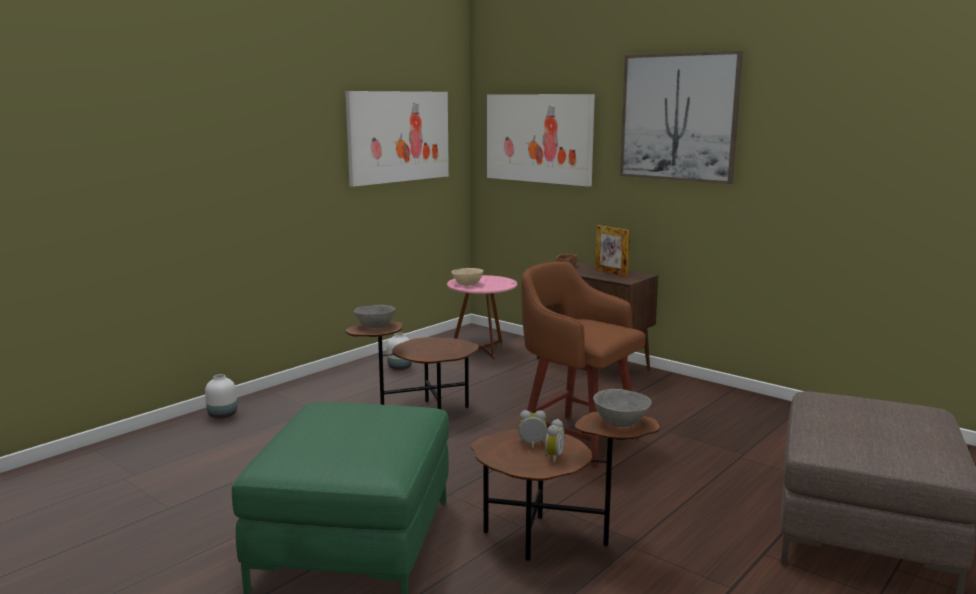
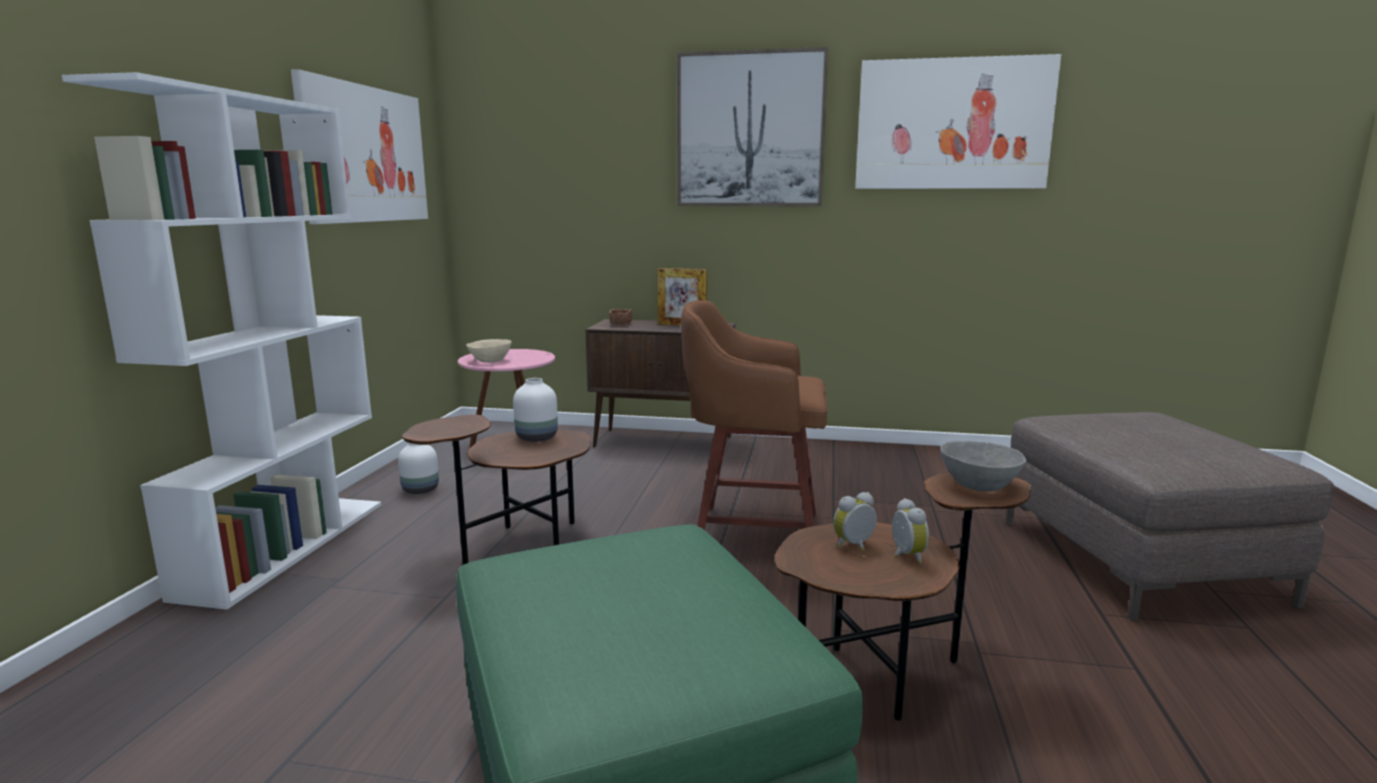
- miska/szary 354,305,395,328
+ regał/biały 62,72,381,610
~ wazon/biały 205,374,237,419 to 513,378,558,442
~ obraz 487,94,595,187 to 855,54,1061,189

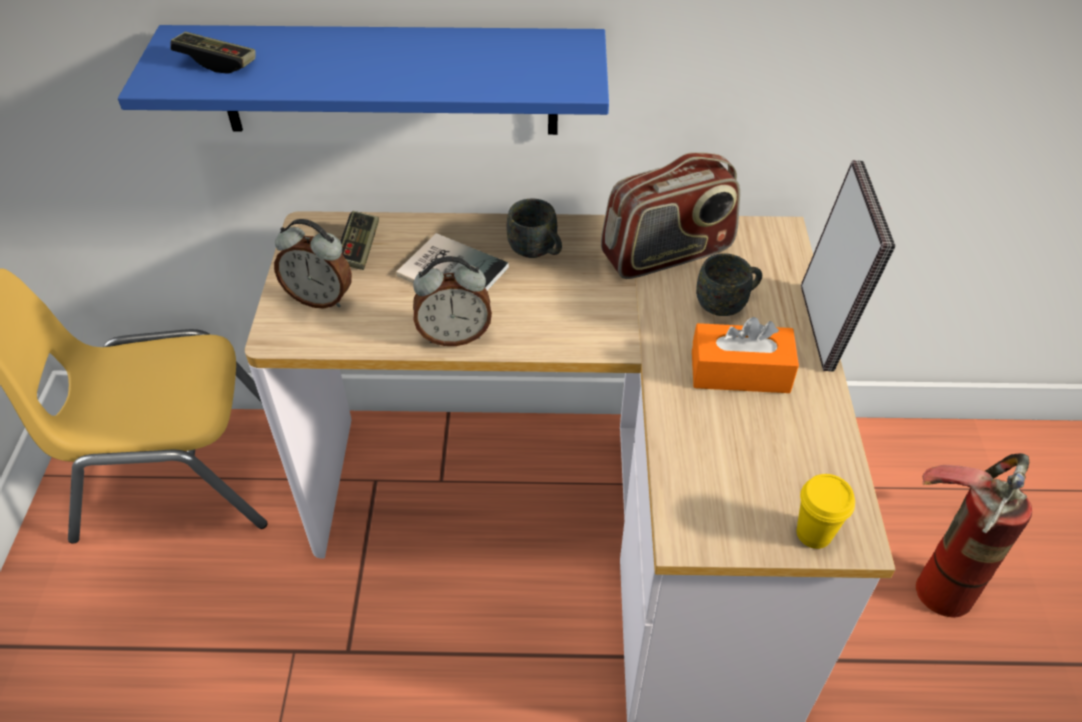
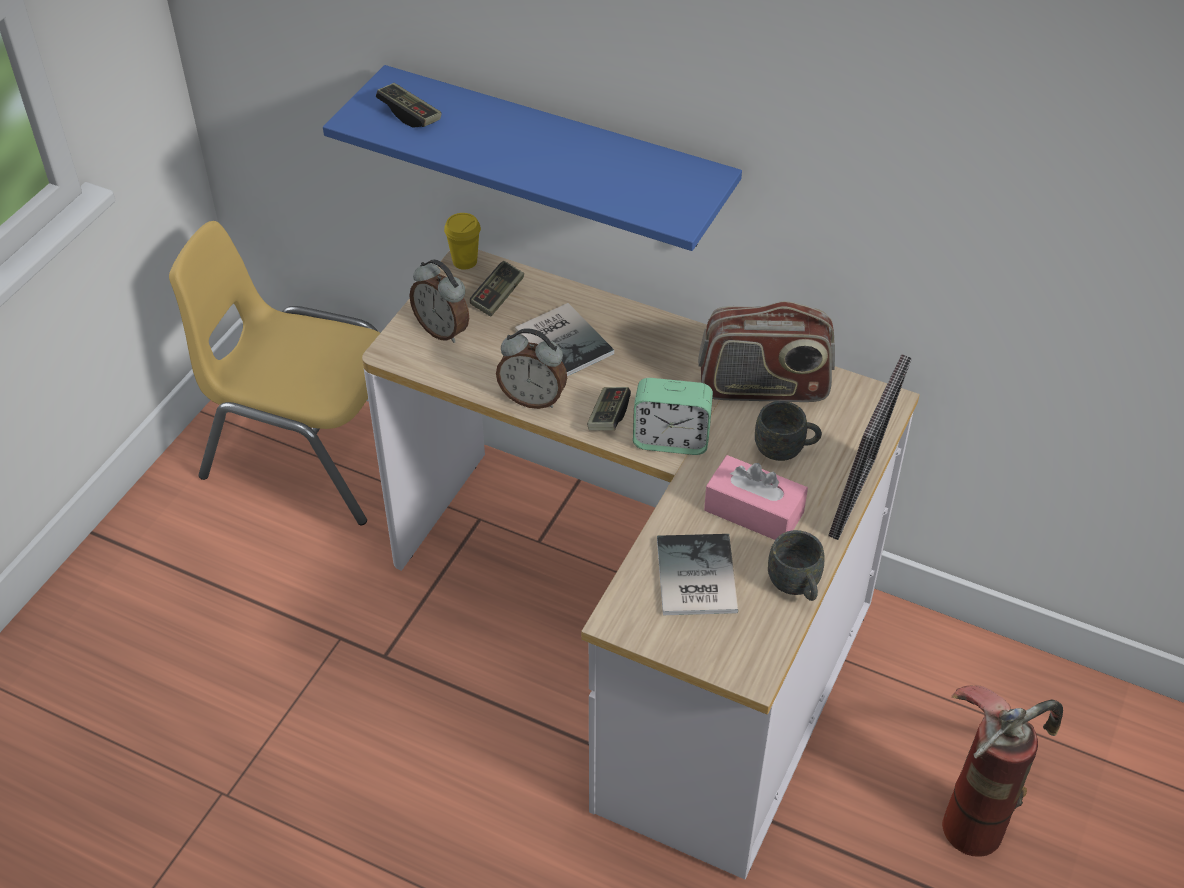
+ pad do gier 587,387,631,430
+ budzik 633,378,713,455
+ książka 657,534,738,615
~ kubek/szary 506,198,562,258 to 768,530,825,601
~ filiżanka/żółty 797,474,855,549 to 444,213,481,270
~ pudełko chusteczek/pomarańczowy 692,317,799,393 to pudełko chusteczek/różowy 704,455,808,540

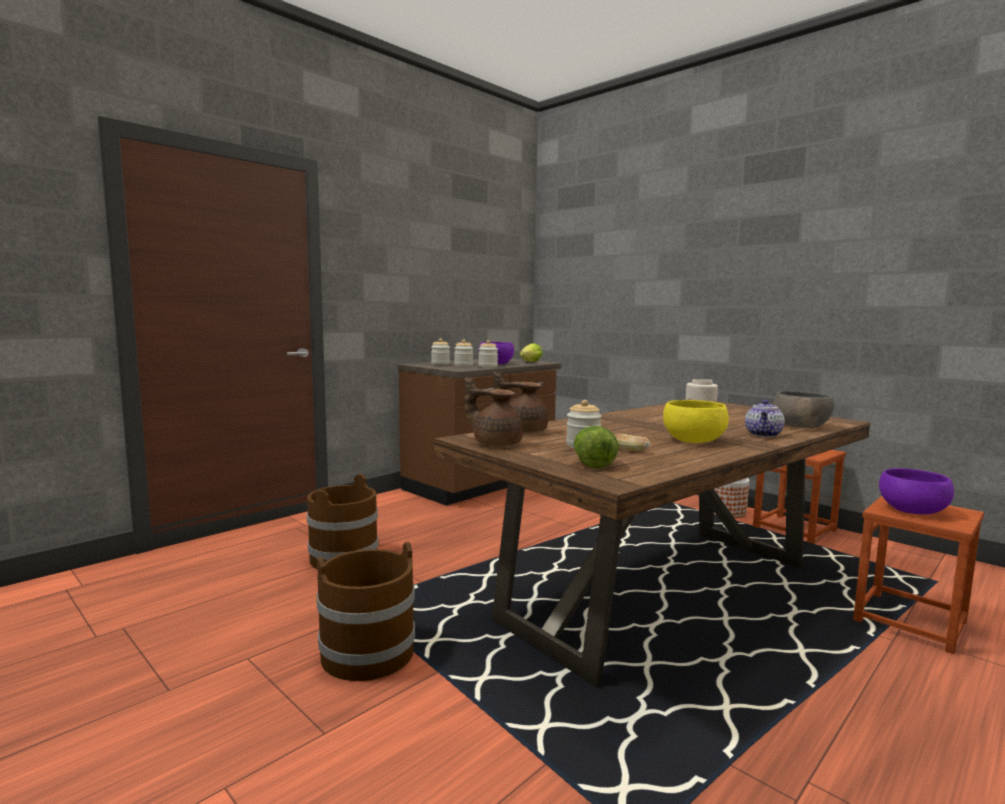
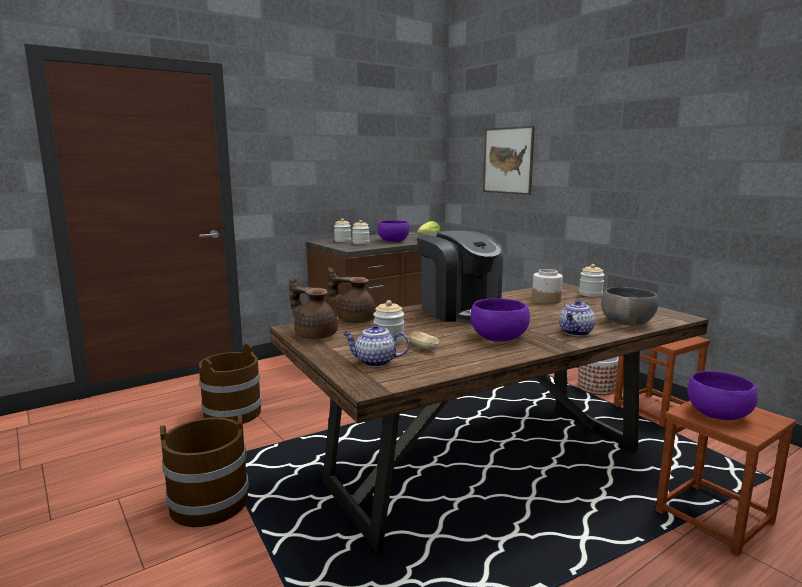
+ ekspres do kawy 417,230,503,323
+ obraz 483,126,535,195
~ słoik 479,340,498,367 to 579,264,605,297
~ sałata 574,426,618,468 to imbryk 343,324,409,367
~ miska/żółty 663,400,729,443 to miska/fioletowy 470,298,530,342

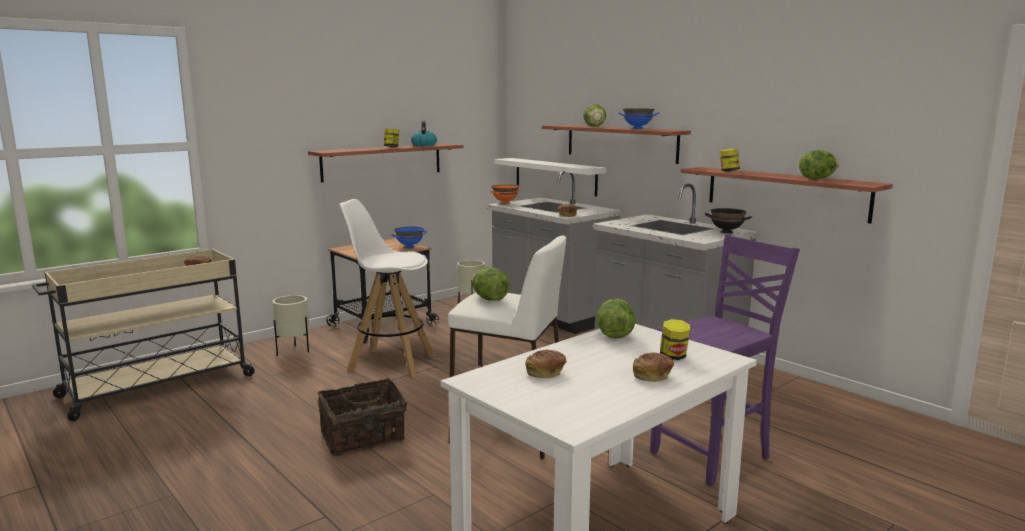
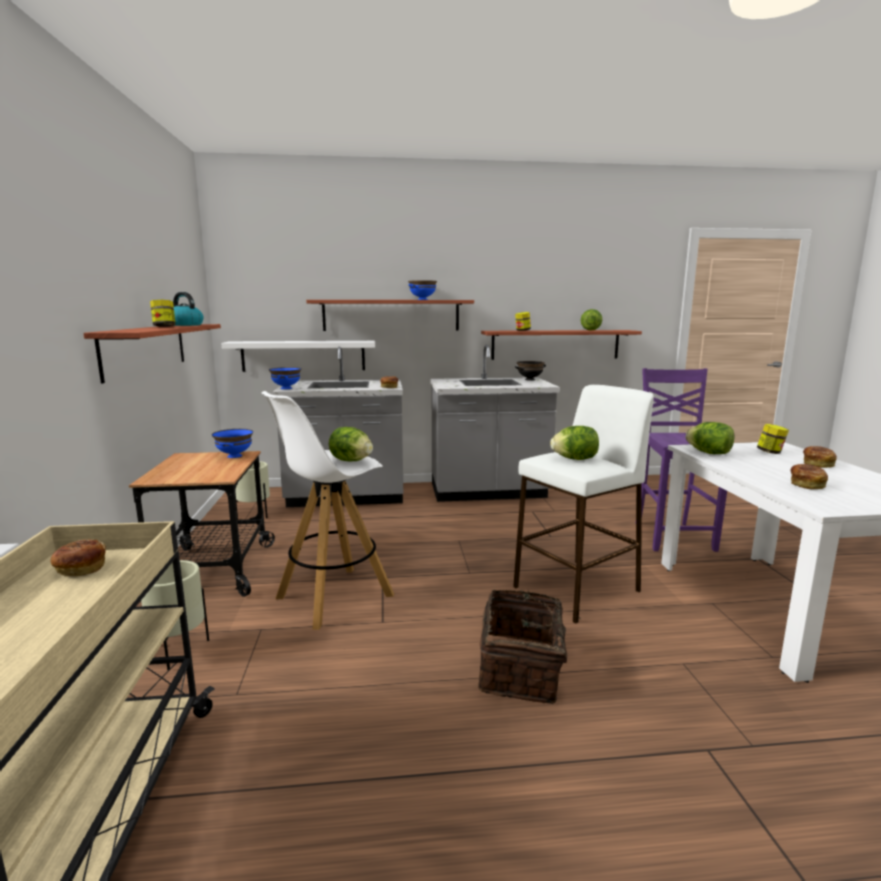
~ sałata 583,104,606,127 to 329,427,373,461
~ miska/pomarańczowy 490,185,520,204 to miska/niebieski 269,367,301,389

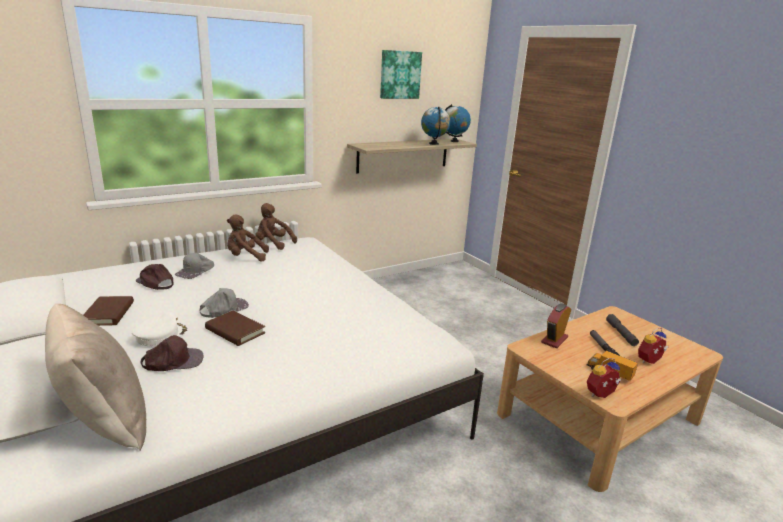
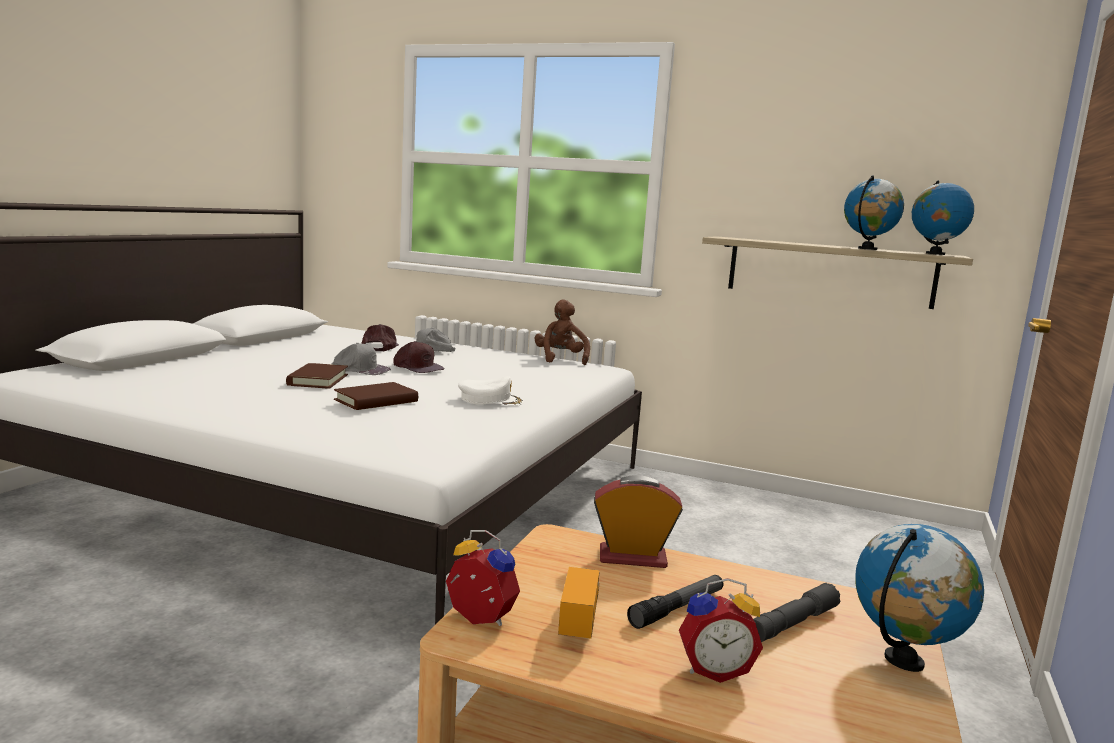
- poduszka/beżowy 45,304,146,450
- pluszak/brązowy 227,215,269,261
- obraz 380,50,422,99
+ globus 855,524,984,672
~ książka/brązowy 83,296,134,326 to 334,382,418,410
~ czapka z daszkiem/biały 131,312,189,346 to 458,376,524,406
~ czapka z daszkiem/brązowy 140,335,203,371 to 393,341,445,373
~ budzik 638,328,669,364 = 679,578,763,683 150 degrees clockwise

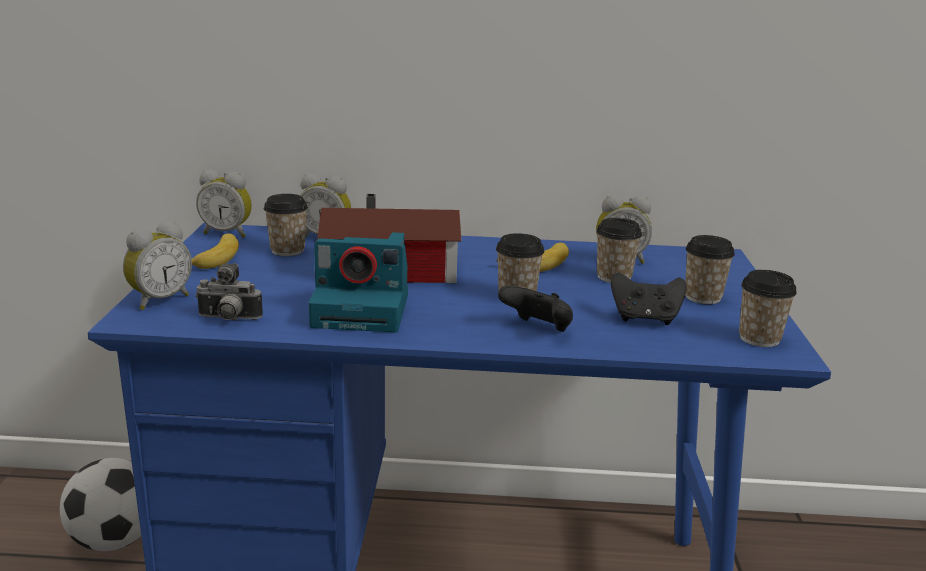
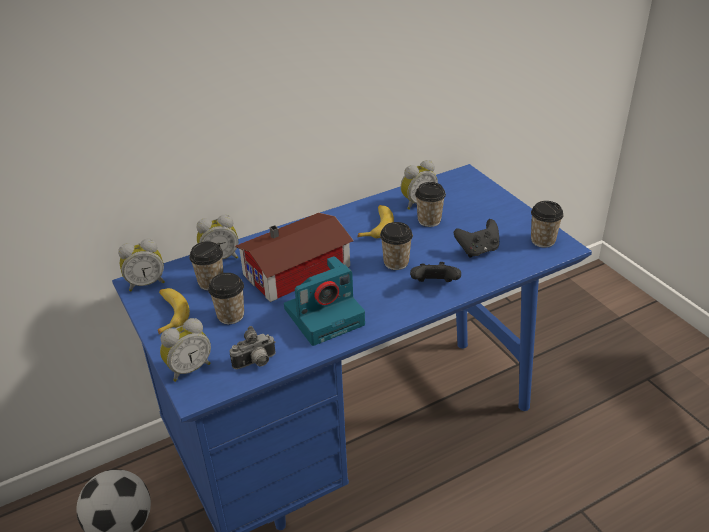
~ filiżanka 685,235,735,304 to 208,273,244,324
~ budzik 123,221,192,310 = 160,318,211,382 45 degrees clockwise

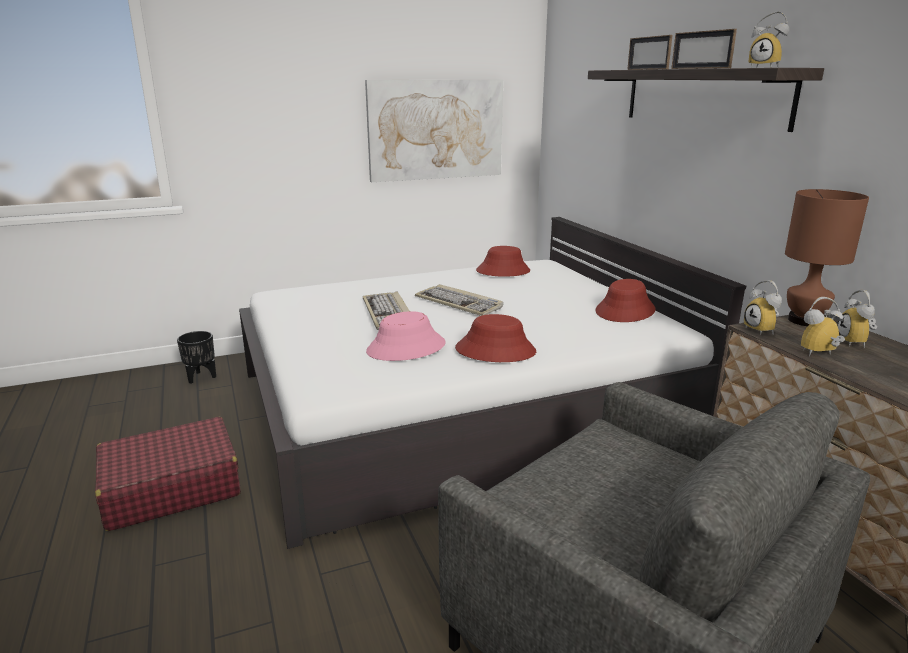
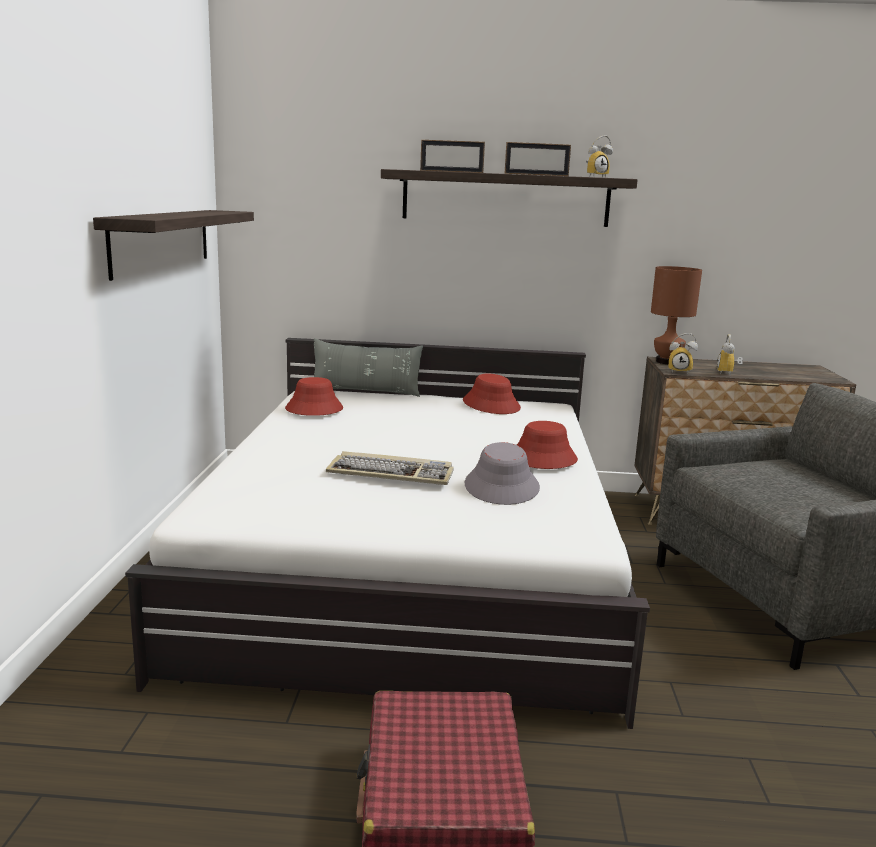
- donica/czarny 177,331,216,383
- klawiatura 415,284,503,316
- budzik 837,290,877,348
+ poduszka/szary 314,338,423,397
~ obraz 365,80,503,182 to półka 93,210,254,281
~ kapelusz/różowy 366,311,446,361 to kapelusz/szary 465,442,540,505

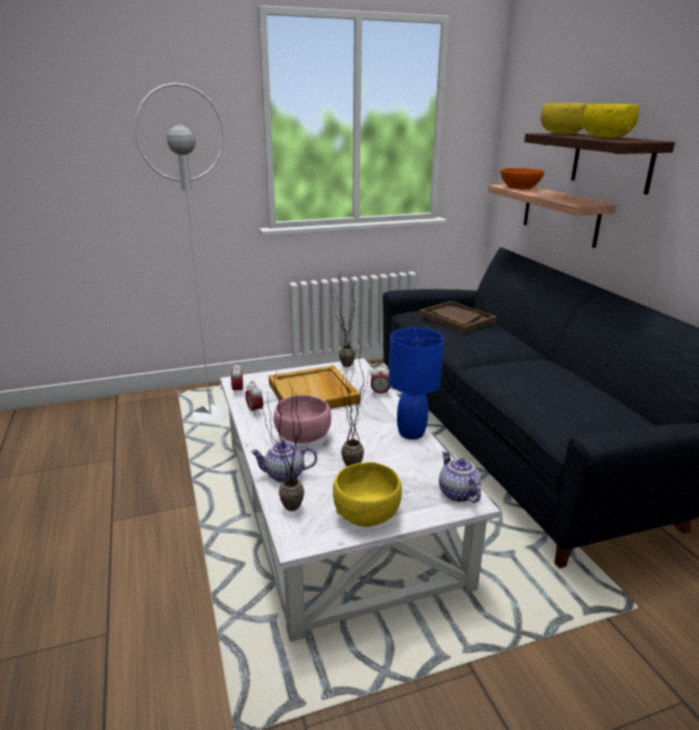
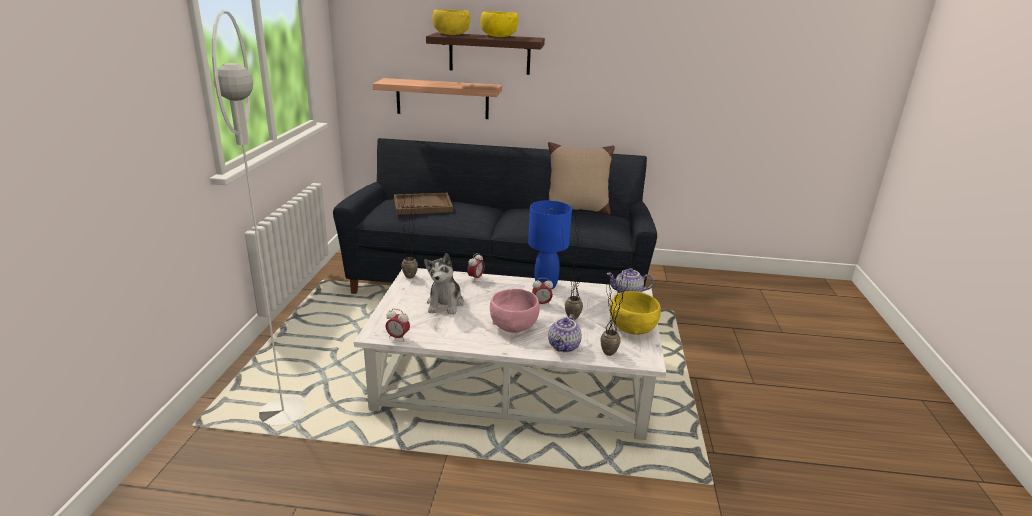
- miska/pomarańczowy 500,168,544,189
+ poduszka/beżowy 548,142,615,215
~ budzik 245,381,263,414 to 532,278,553,306
~ taca/beżowy 269,365,360,409 to pluszak 424,253,464,314

